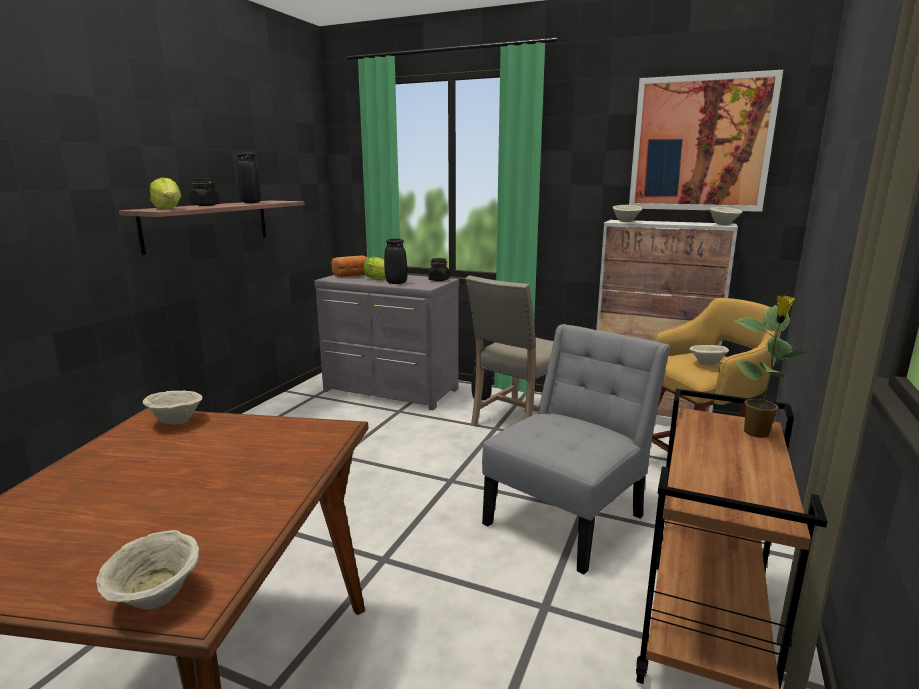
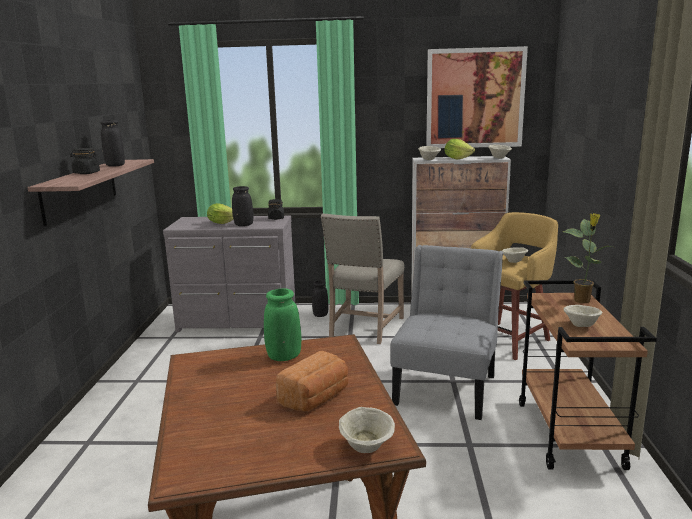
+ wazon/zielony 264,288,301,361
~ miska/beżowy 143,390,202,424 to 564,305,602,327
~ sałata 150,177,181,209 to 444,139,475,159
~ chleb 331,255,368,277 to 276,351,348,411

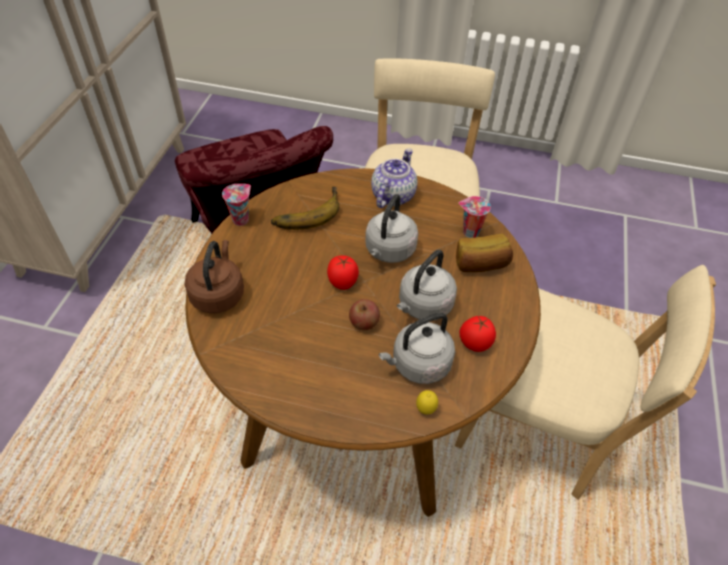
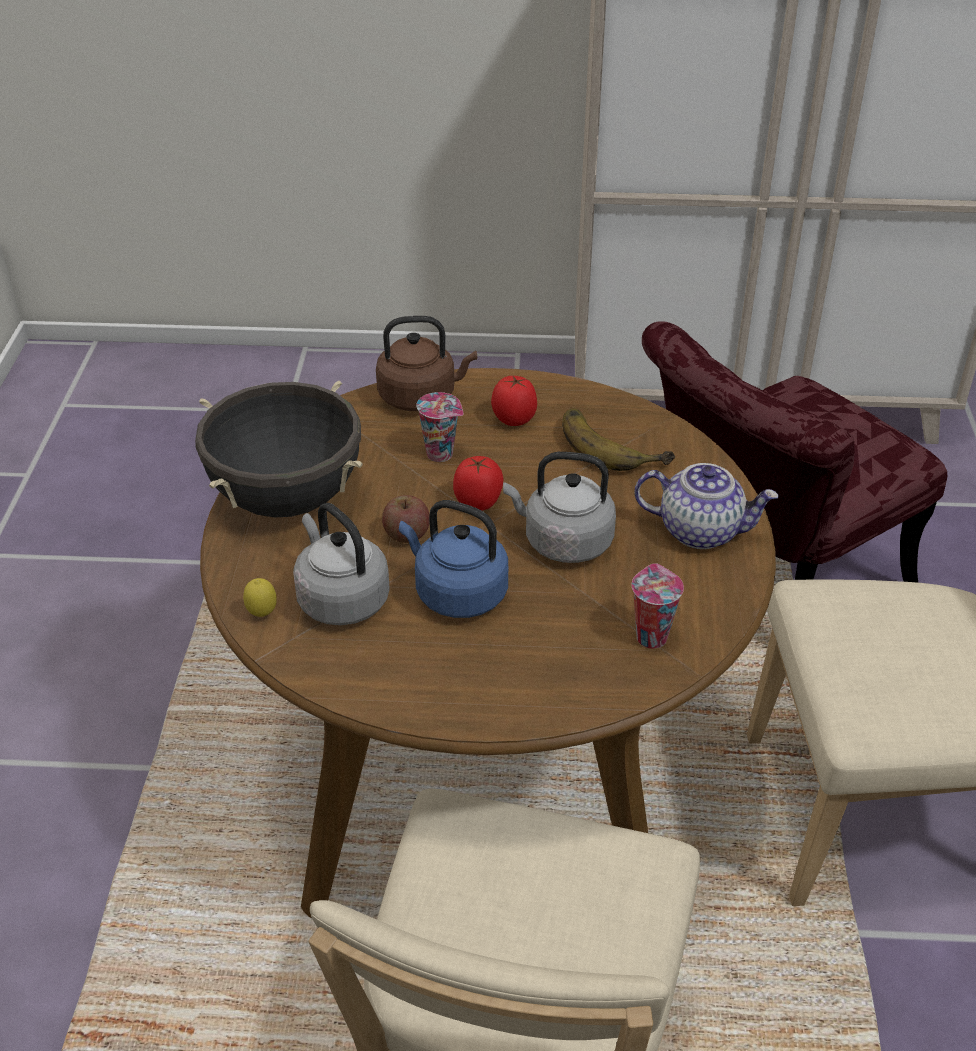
- chleb 456,234,513,272
+ garnek/czarny 195,381,363,517
~ filiżanka 222,184,251,226 to 416,392,463,462
~ pomidor 459,316,496,352 to 491,376,537,426
~ czajnik/szary 397,250,457,321 to czajnik/niebieski 399,500,508,618

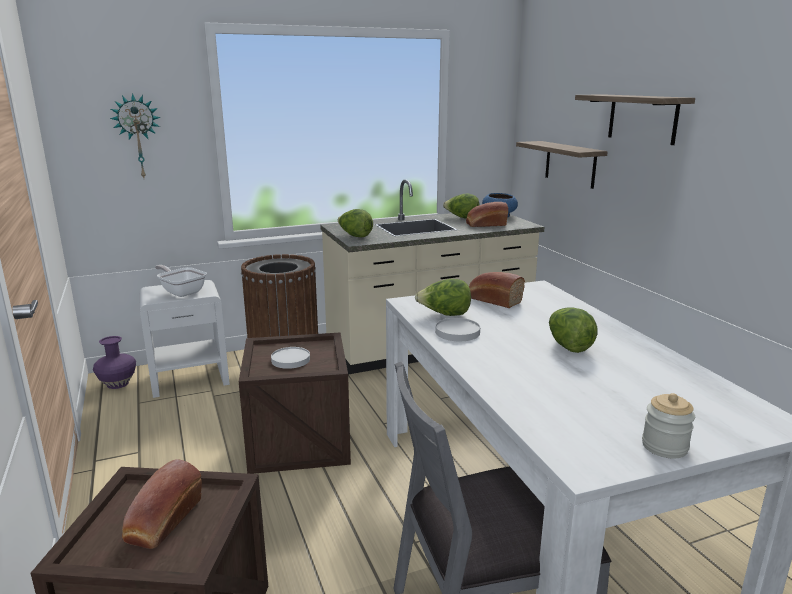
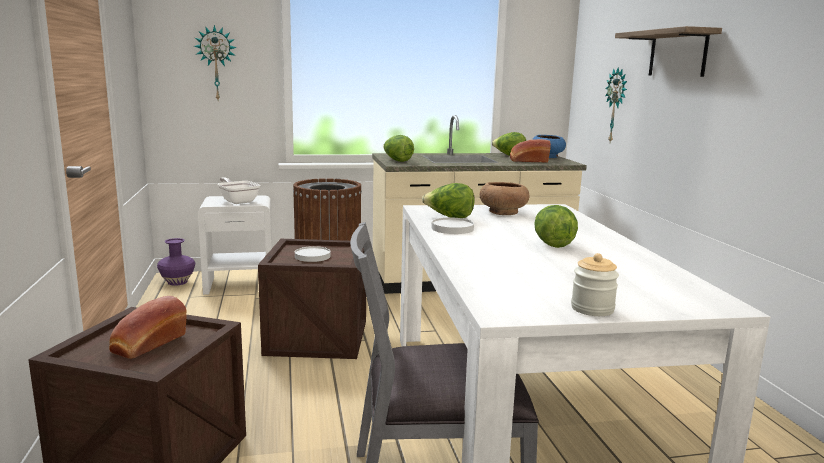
~ chleb 469,272,525,308 to miska/brązowy 480,182,530,215
~ półka 516,141,608,189 to zegar ścienny 605,67,627,142

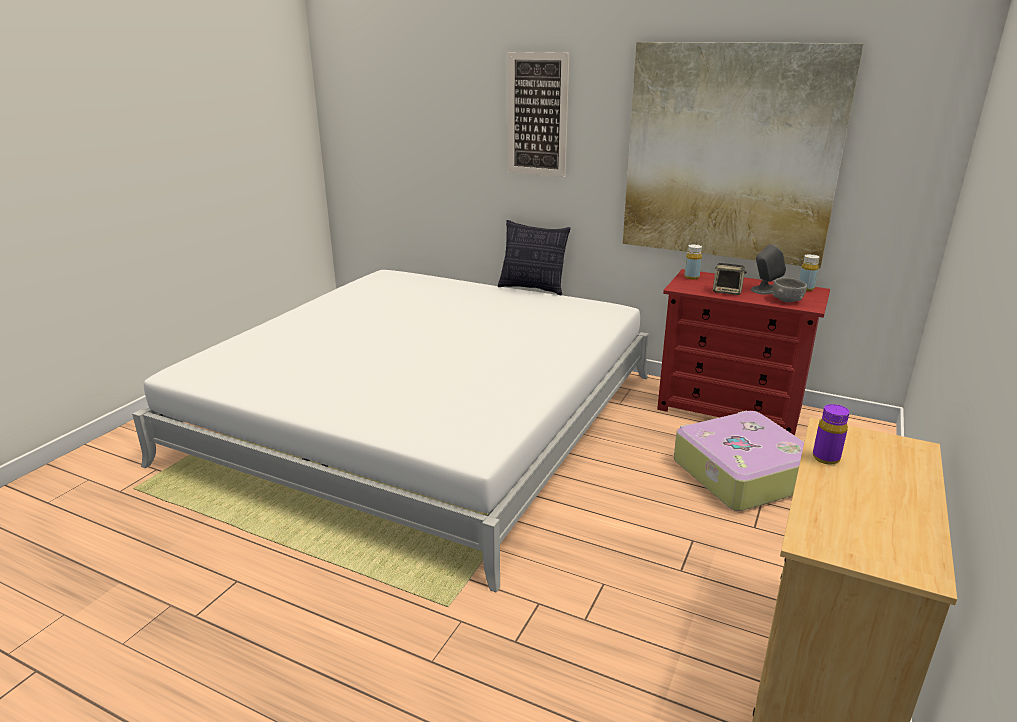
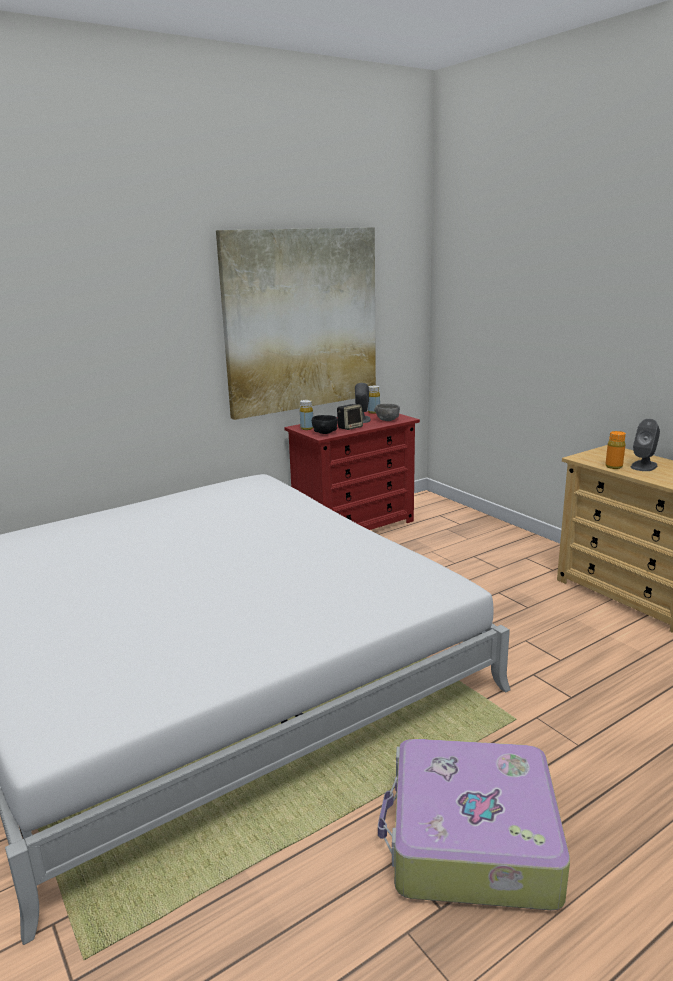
- poduszka 498,220,570,295
- obraz 507,52,569,177
+ miska/czarny 312,415,338,434
+ głośnik/szary 631,419,660,471
~ walizka 674,411,804,511 to 378,739,570,910
~ butelka/fioletowy 813,404,850,465 to butelka/pomarańczowy 605,431,626,469

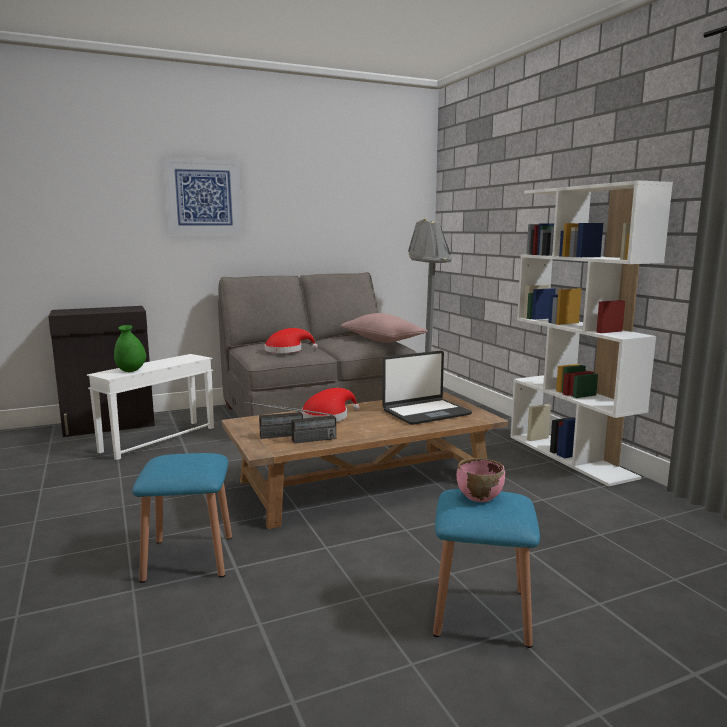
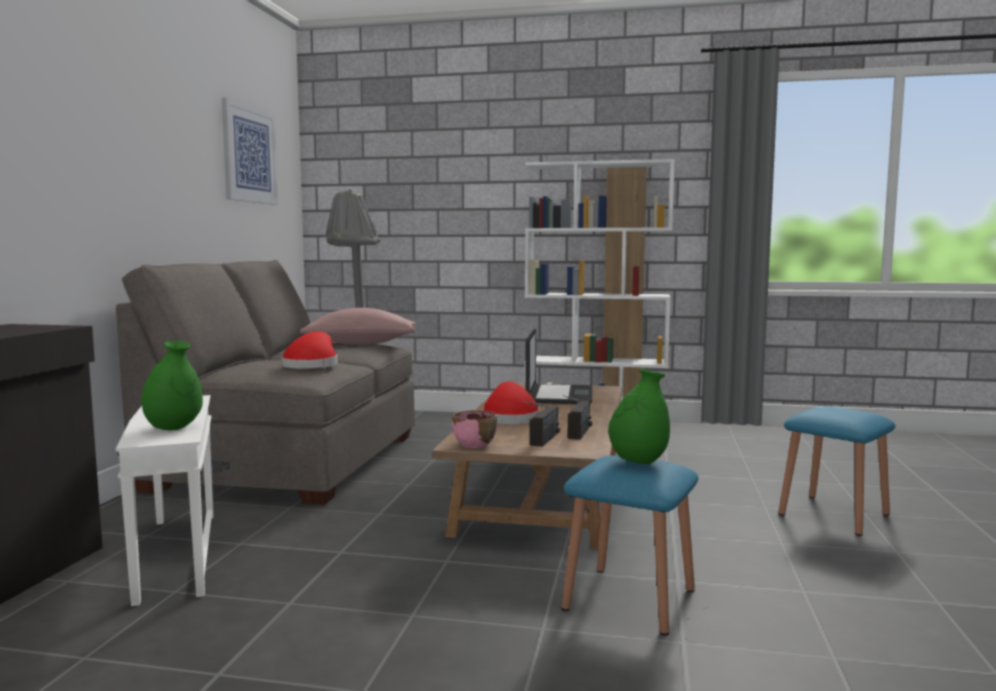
+ wazon/zielony 608,369,670,464
~ obraz 163,157,243,235 to 222,97,278,205
~ miska/różowy 456,458,505,502 to 452,410,497,448

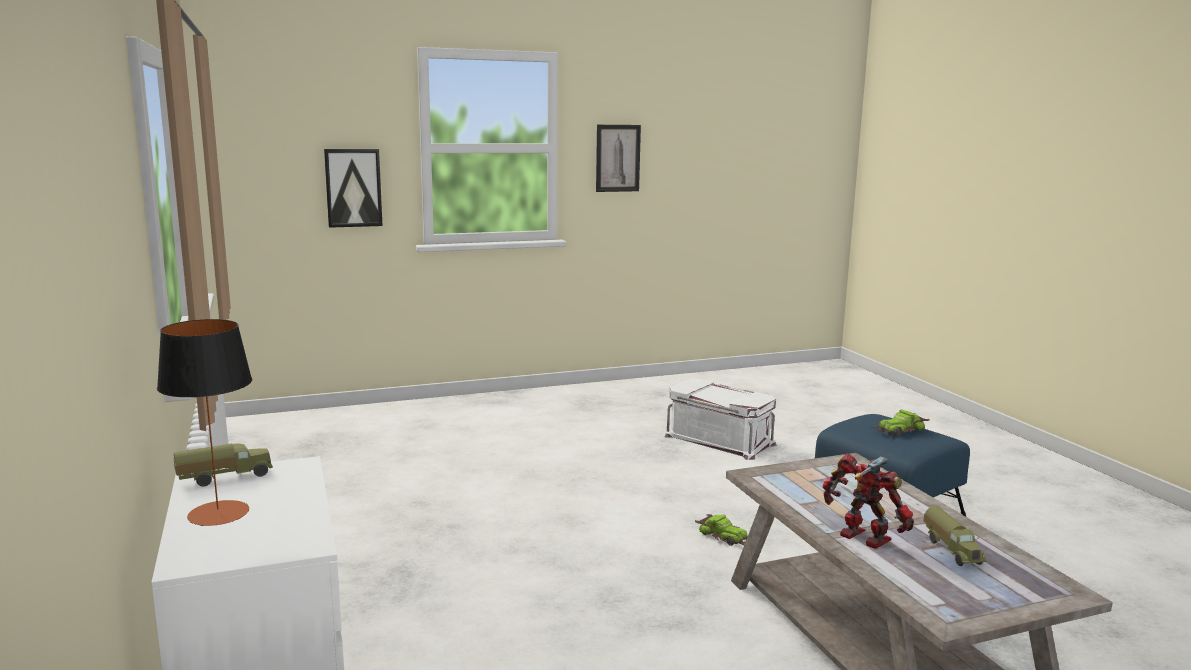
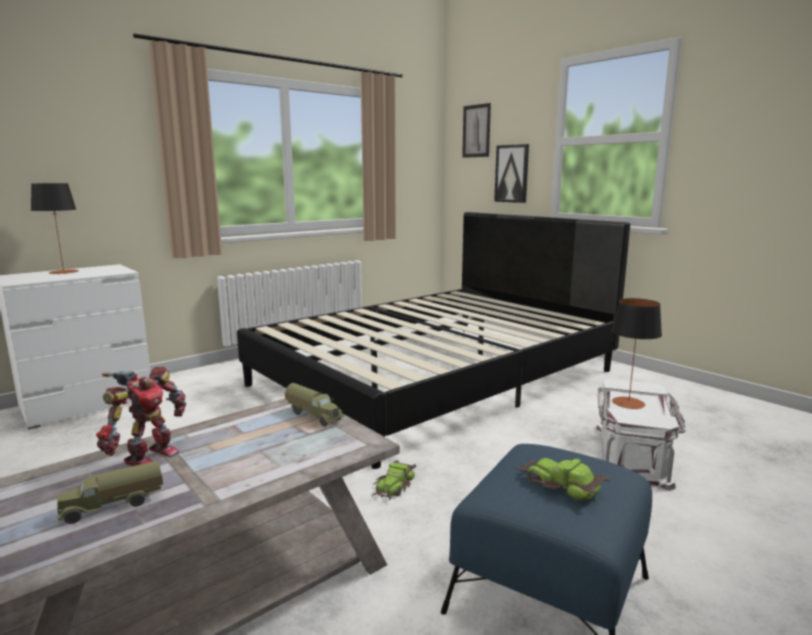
+ łóżko/czarny 237,212,630,469
+ lampa stołowa 611,298,662,409
~ ciężarówka zabawkowa 173,443,273,487 to 285,383,344,426
~ obraz 596,125,641,192 to 462,103,491,158

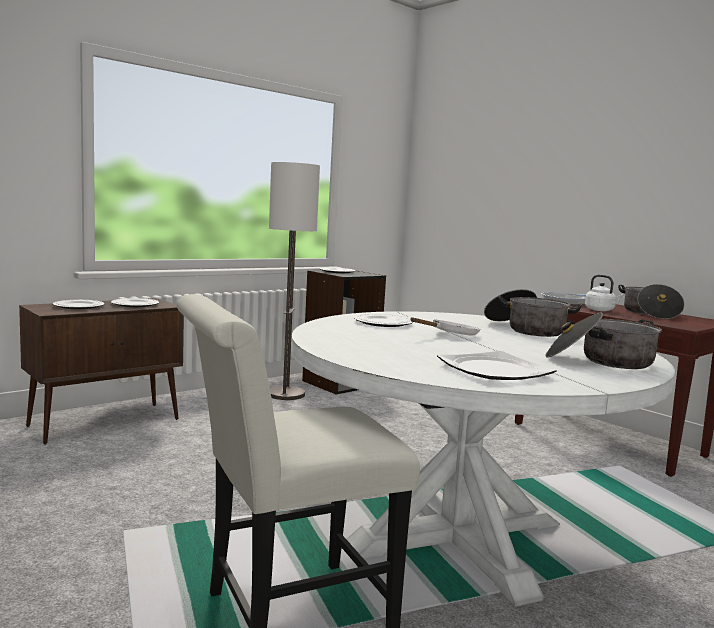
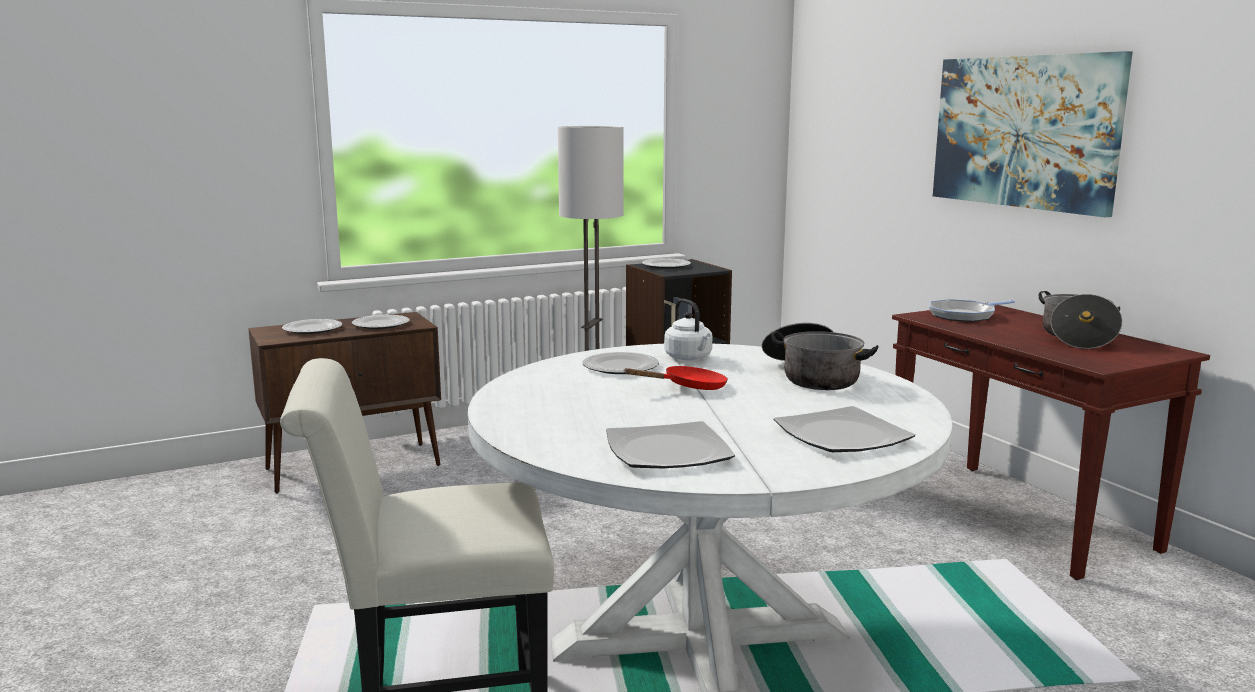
+ obraz 933,51,1133,217
~ czajnik/biały 585,275,624,311 to 664,299,712,360
~ garnek 545,312,662,369 to talerz 774,406,915,452
~ patelnia/biały 410,317,481,335 to patelnia/czerwony 624,366,728,390

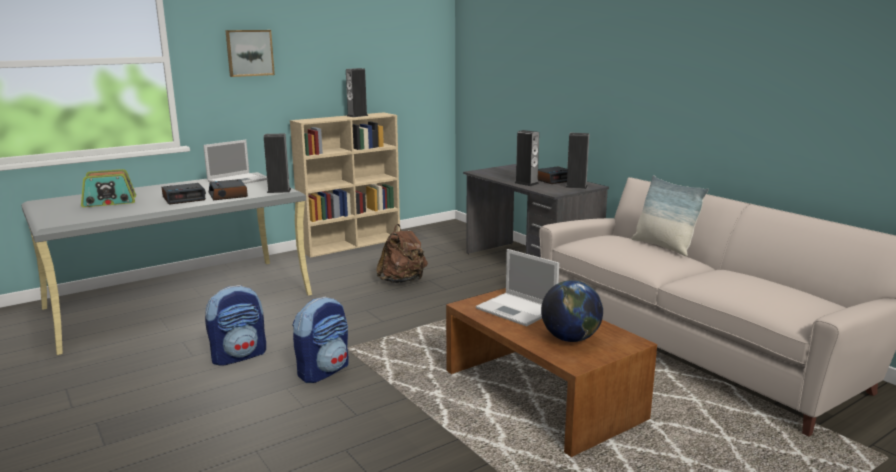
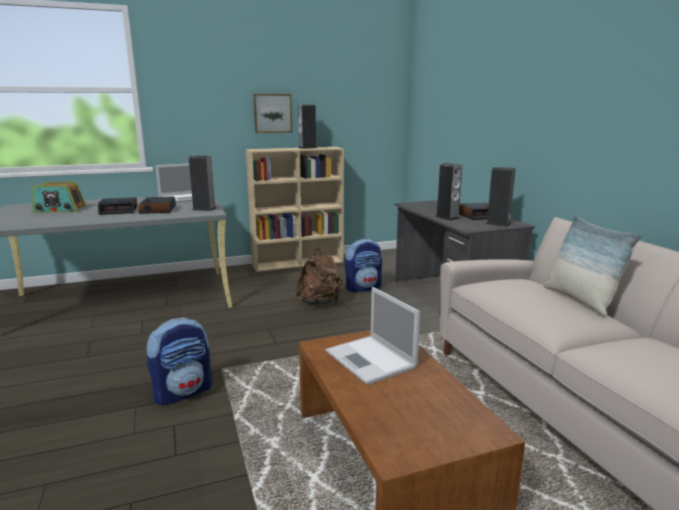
- globus 541,280,603,342
~ plecak 205,285,266,366 to 345,239,382,292
~ obraz 225,30,275,77 to 253,94,292,133

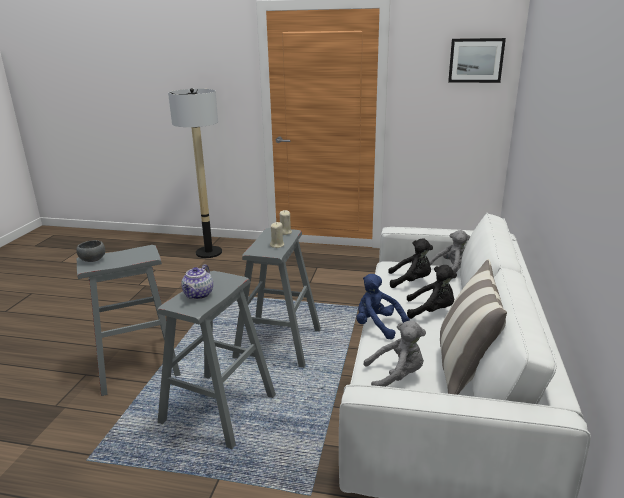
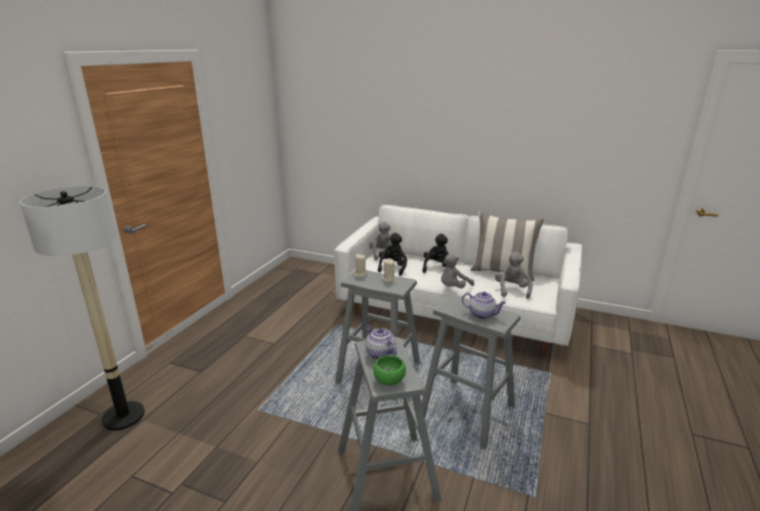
- obraz 448,38,506,83
+ imbryk 365,324,397,360
~ miska/szary 76,240,105,262 to miska/zielony 373,355,406,385
~ pluszak/niebieski 356,274,410,340 to pluszak/szary 441,254,474,288

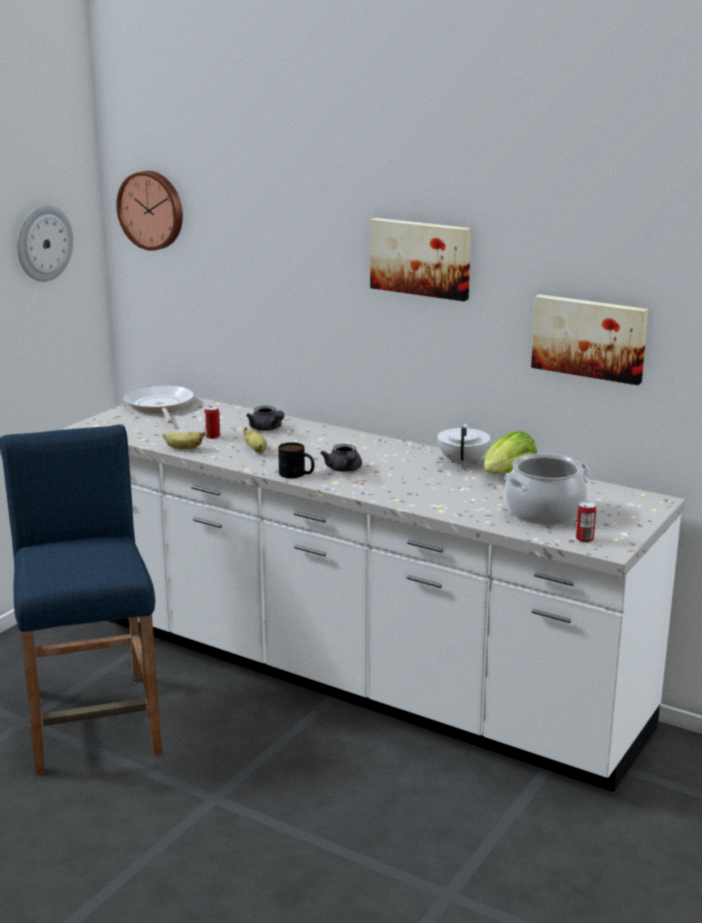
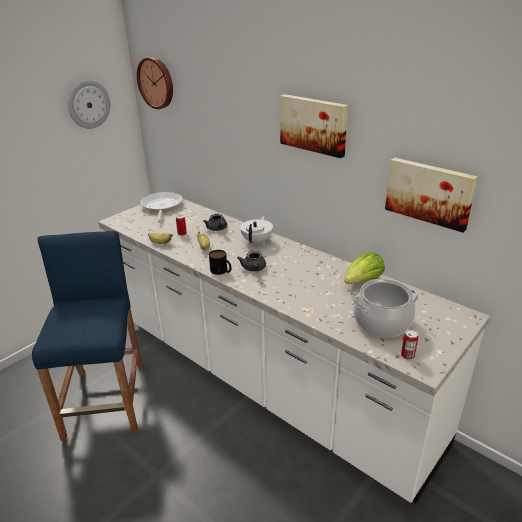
~ imbryk/biały 437,423,491,468 to 240,216,273,246

